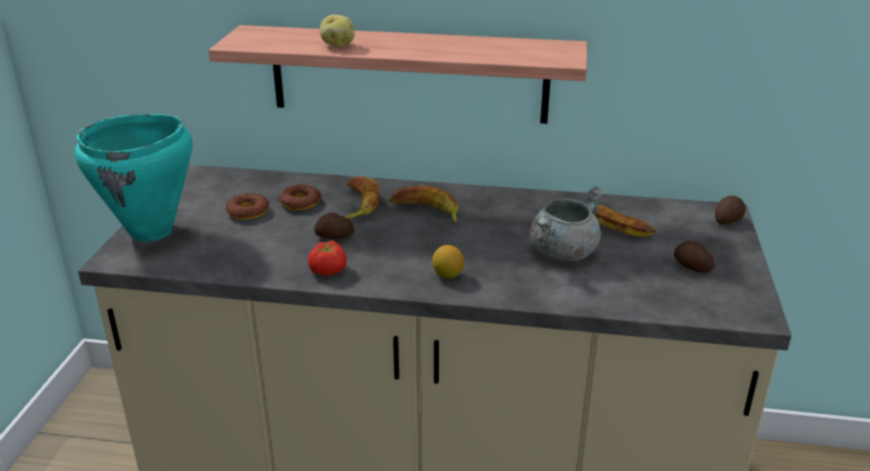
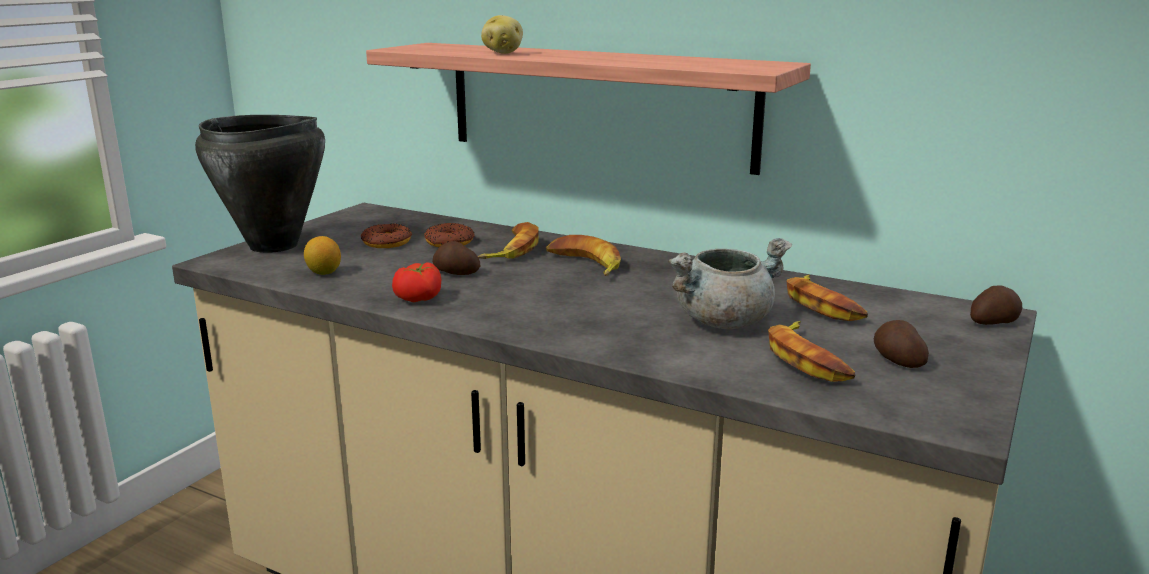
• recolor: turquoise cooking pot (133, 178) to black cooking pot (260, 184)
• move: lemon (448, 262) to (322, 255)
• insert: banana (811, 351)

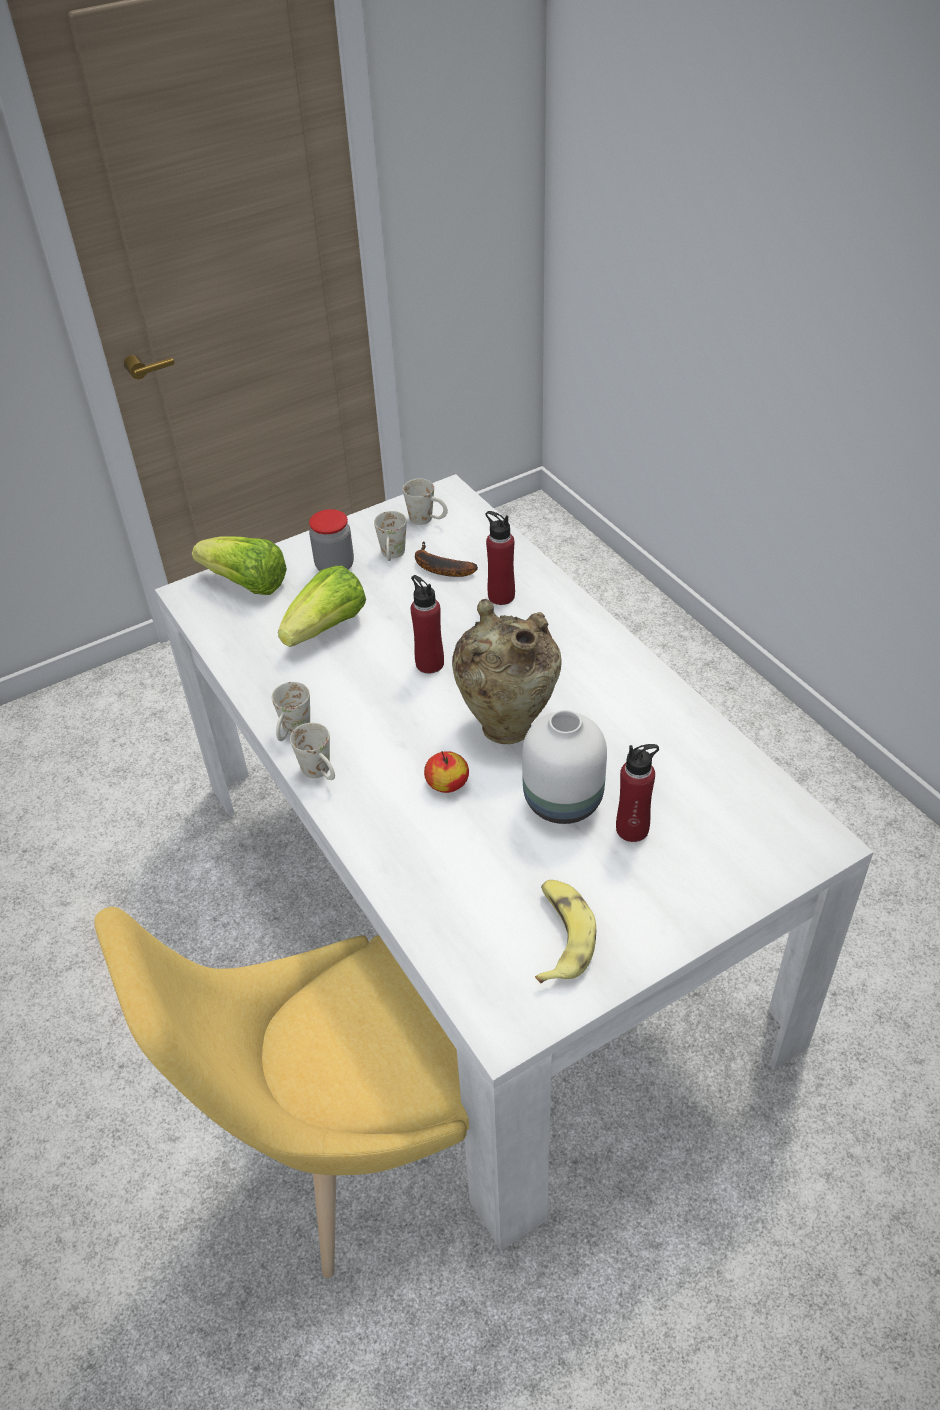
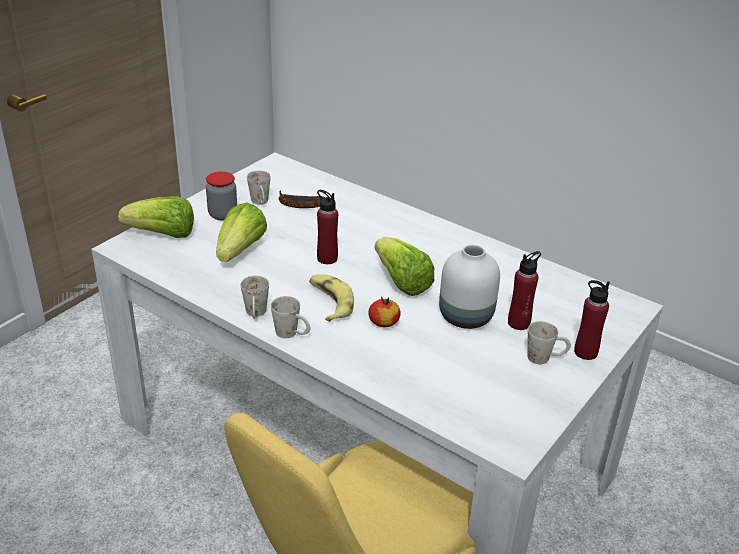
• move: white mug (425, 502) to (549, 342)
• move: red bottle (500, 558) to (592, 320)
• replace: beige vase (507, 671) to lettuce (404, 266)
• move: banana (565, 931) to (331, 298)

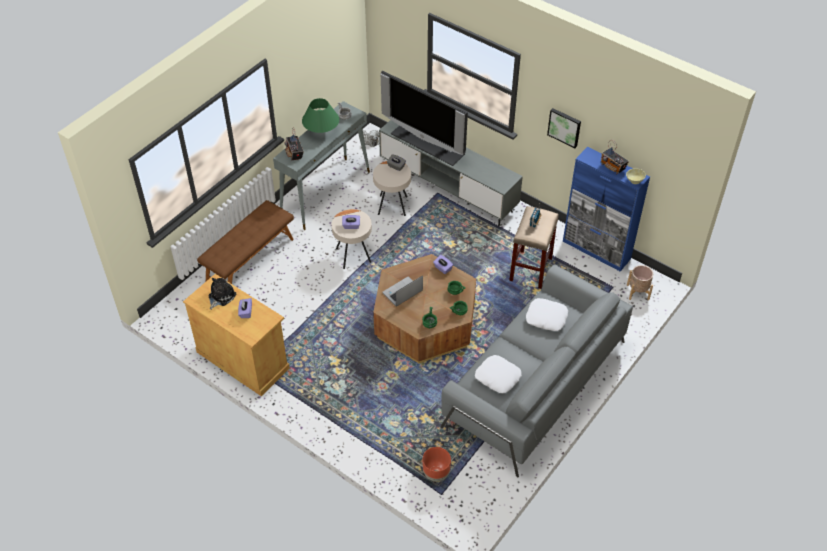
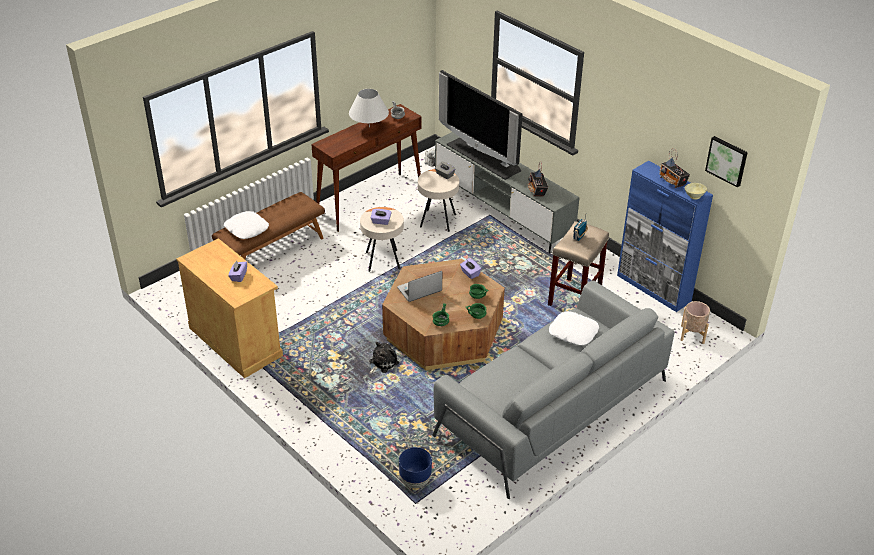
• recolor: green table lamp (320, 115) to white table lamp (369, 108)
• recolor: grey console table (321, 165) to brown console table (366, 168)
• move: picture (564, 128) to (726, 161)
• move: radio (294, 143) to (538, 179)
• move: plush toy (223, 294) to (384, 358)
• move: white pillow (498, 374) to (246, 225)
• recolor: brown planter (437, 464) to blue planter (415, 467)

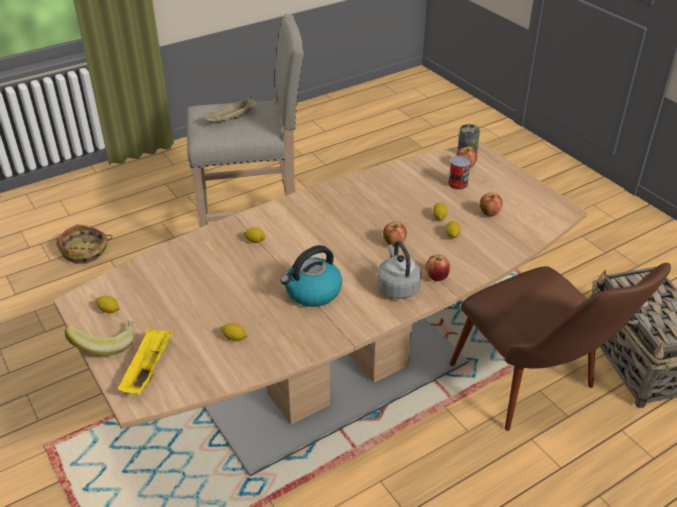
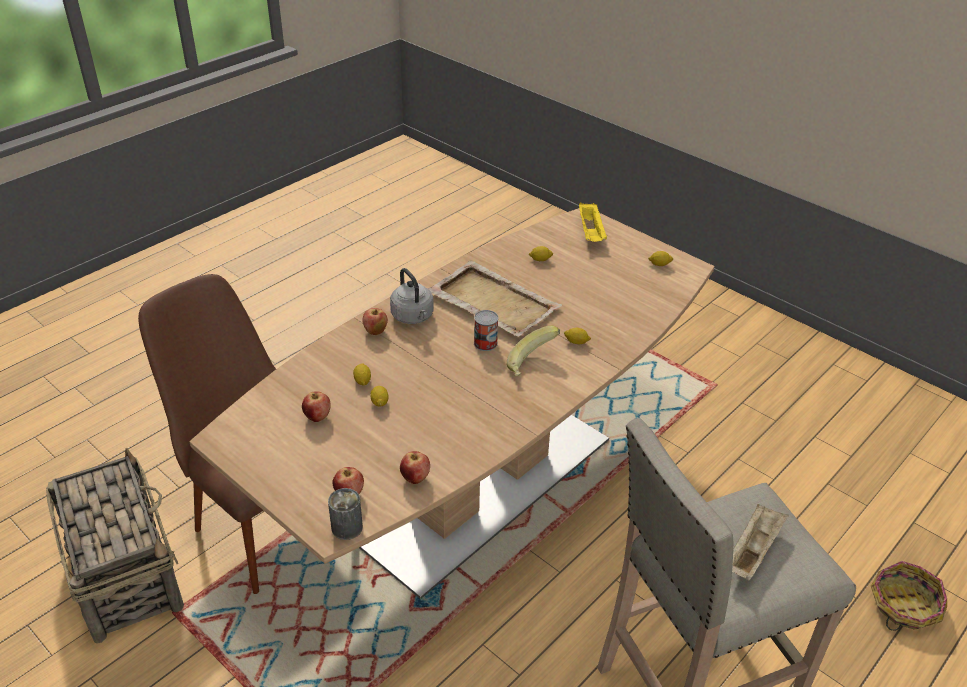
• move: can (459, 173) to (486, 330)
• move: apple (395, 234) to (415, 467)
• replace: kettle (311, 276) to beige tray (495, 298)
• move: banana (100, 337) to (533, 351)

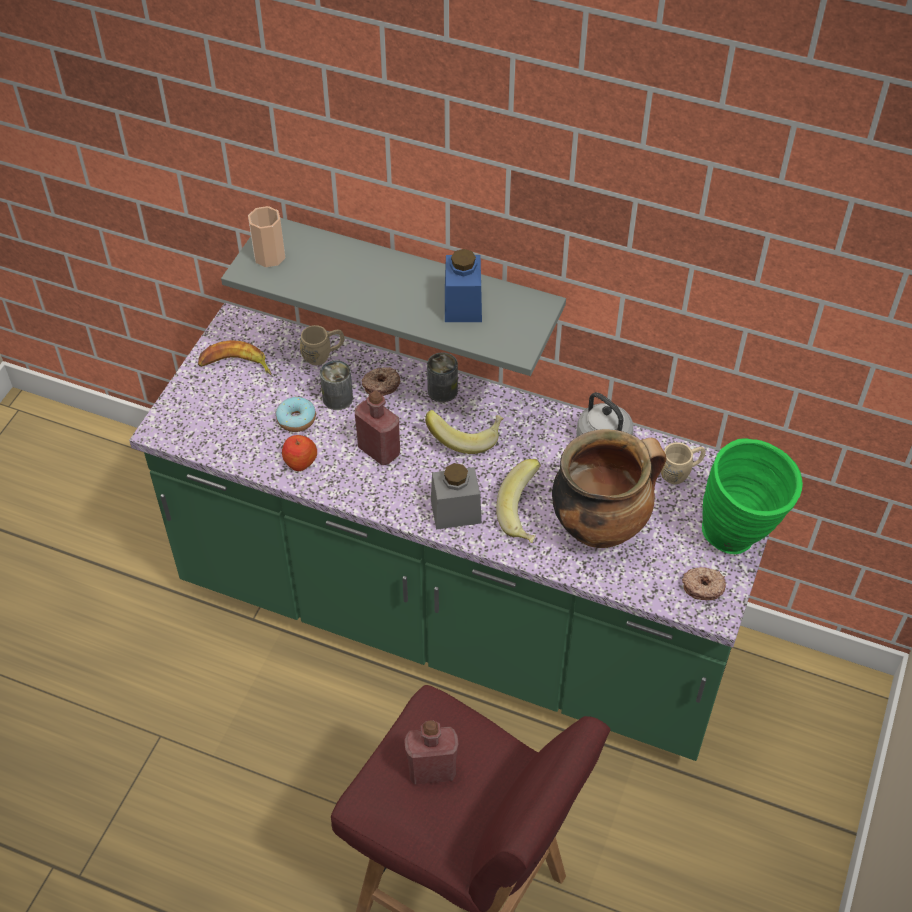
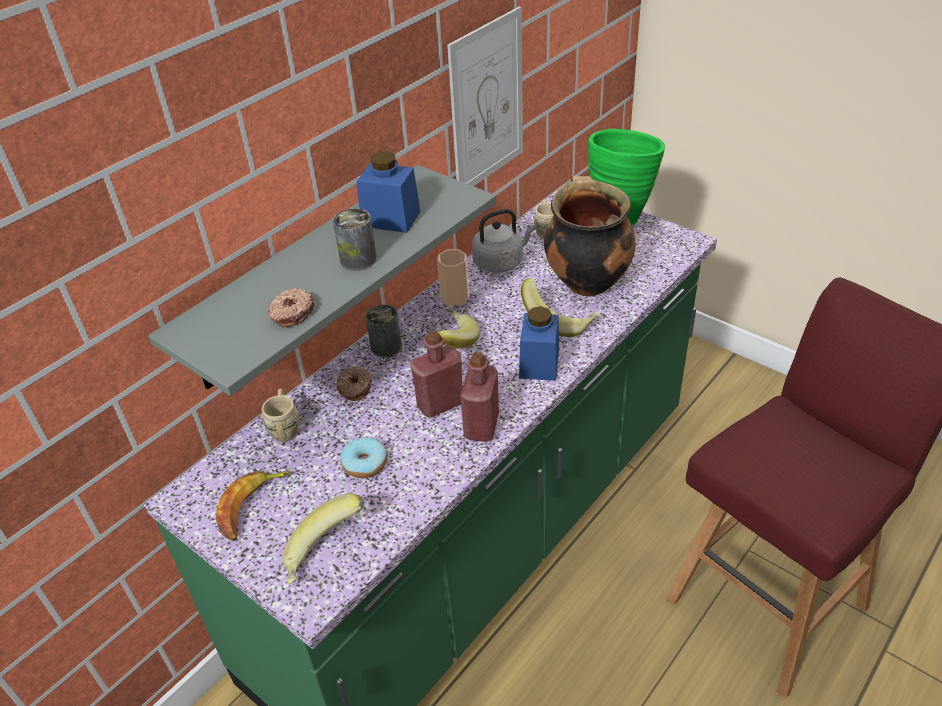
• move: cup (267, 236) to (453, 277)
• move: can (336, 385) to (355, 239)
• delete: apple (299, 453)
• recolor: grey jar (456, 496) to blue jar (539, 343)
• move: donut (704, 583) to (291, 307)
• move: red bottle (431, 752) to (479, 397)
• insert: picture (485, 96)
• insert: banana (323, 538)

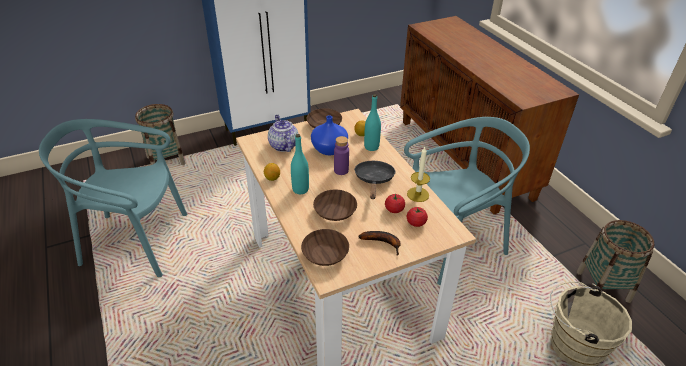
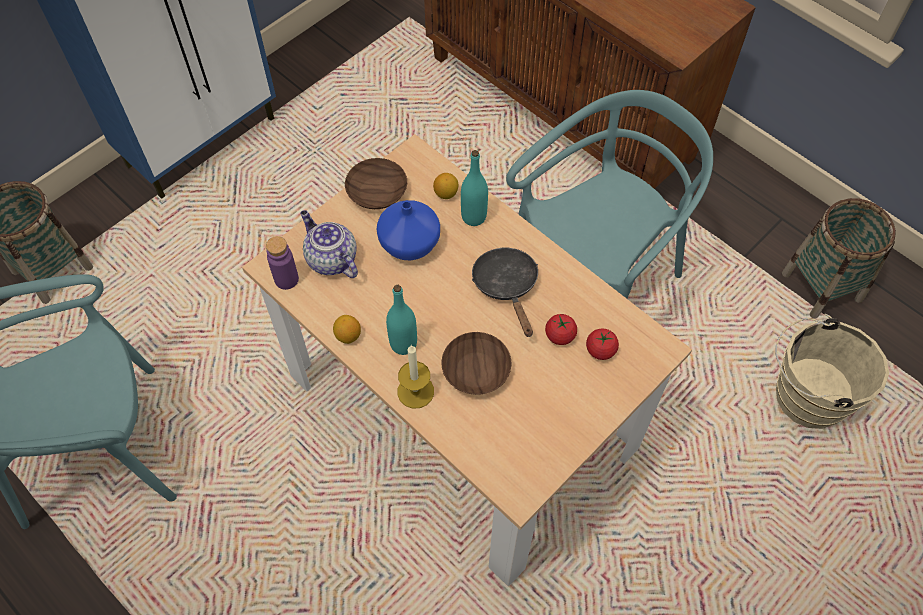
• move: purple bottle (341, 155) to (282, 263)
• move: candle (418, 174) to (416, 377)
• delete: brown bowl (325, 247)
• delete: banana (379, 243)

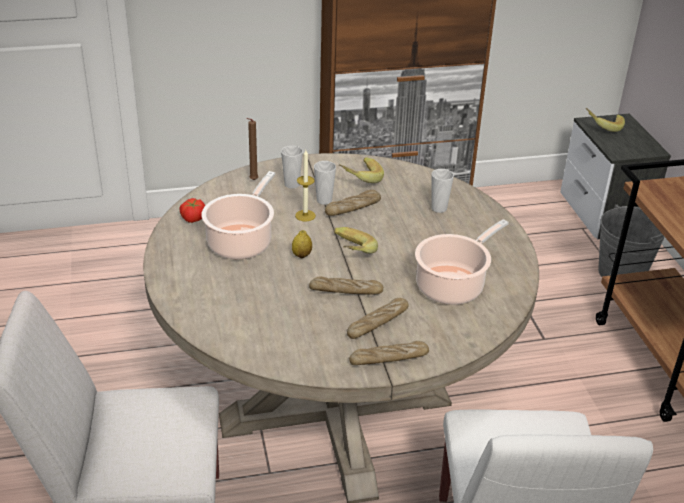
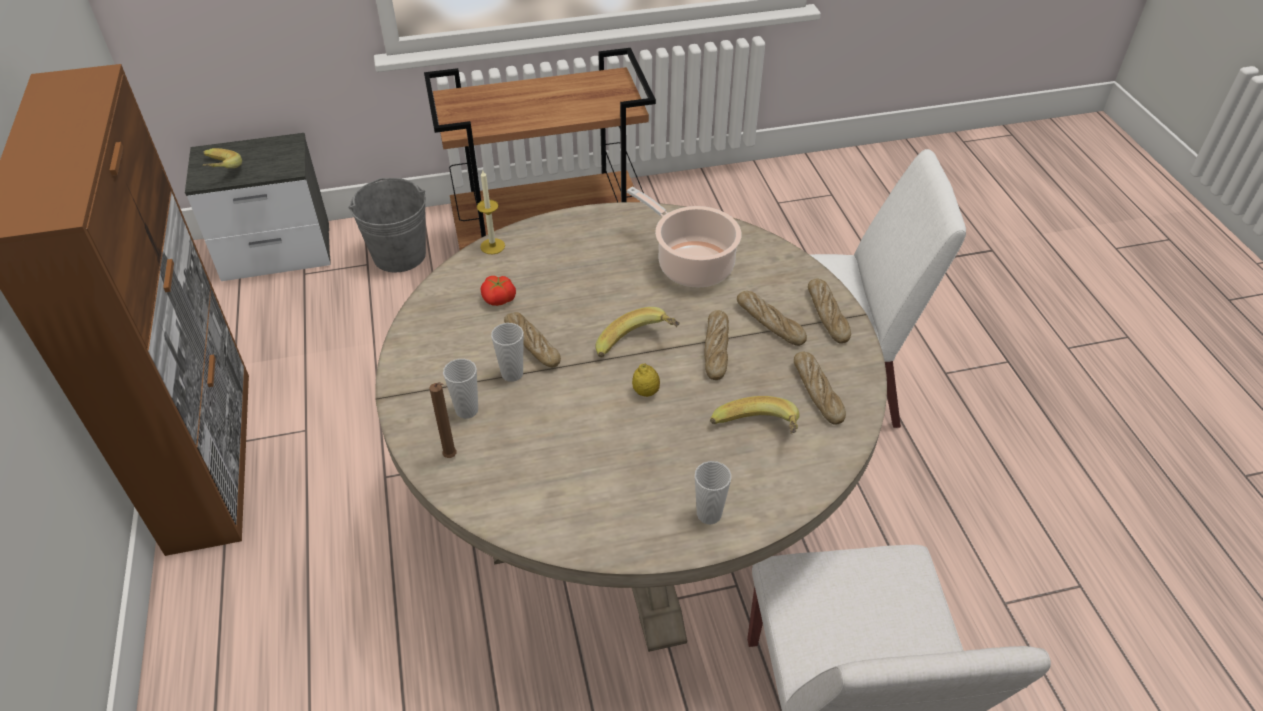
• move: candle (305, 186) to (491, 212)
• move: banana (361, 170) to (755, 415)
• move: cup (442, 191) to (713, 492)
• delete: cooking pot (238, 215)
• move: tomato (192, 210) to (498, 291)
• insert: bread (820, 388)

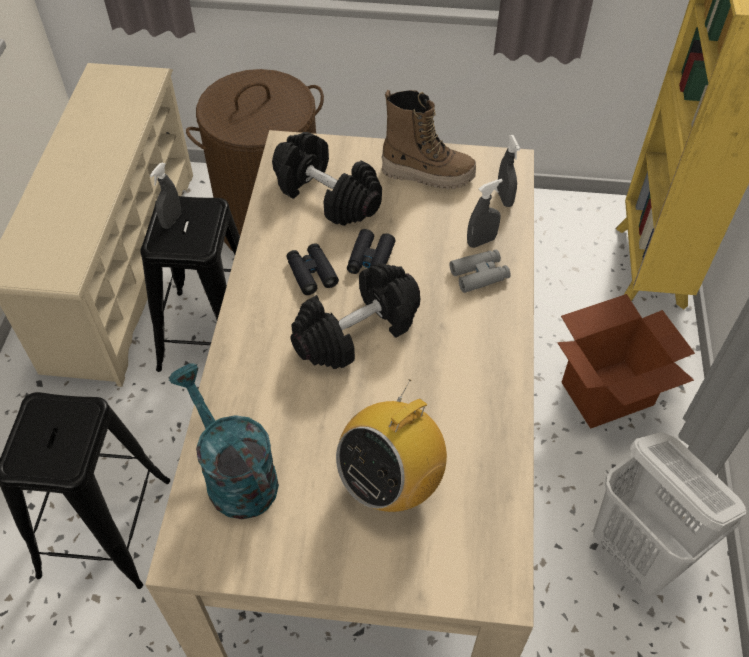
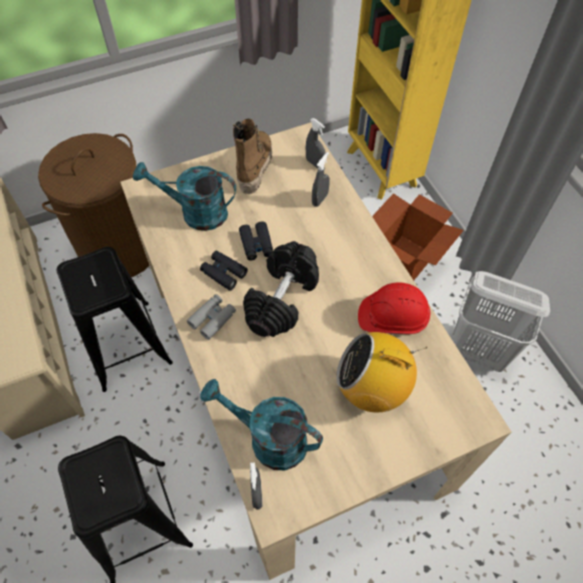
• rotate: boot (429, 139) = (252, 156) 60 degrees counterclockwise
• replace: black dumbbell (327, 179) to turquoise watering can (184, 196)
• move: grey spray bottle (165, 196) to (256, 486)
• move: grey binoculars (480, 271) to (211, 317)
• rotate: radio (391, 445) = (381, 372) 90 degrees clockwise
• insert: red hard hat (394, 308)

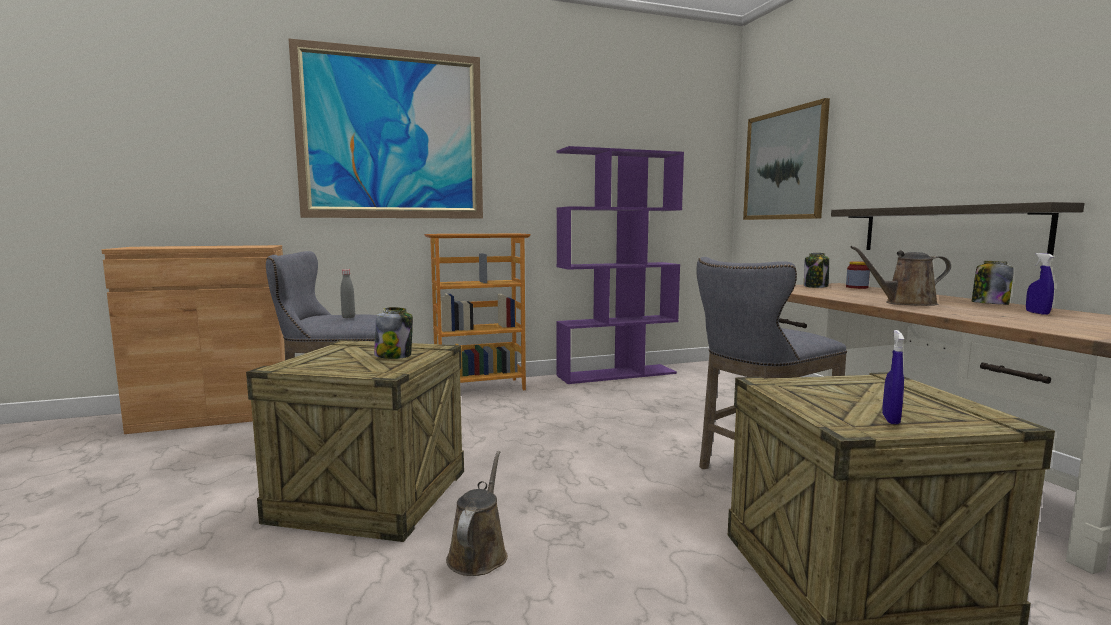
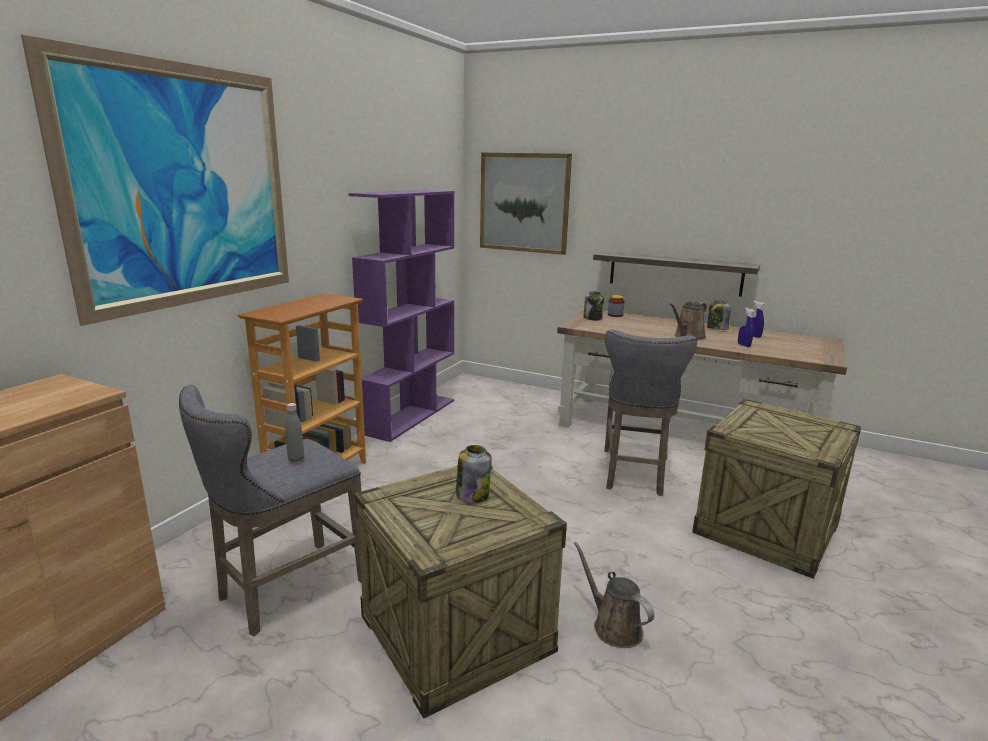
• move: blue spray bottle (893, 377) to (746, 327)

